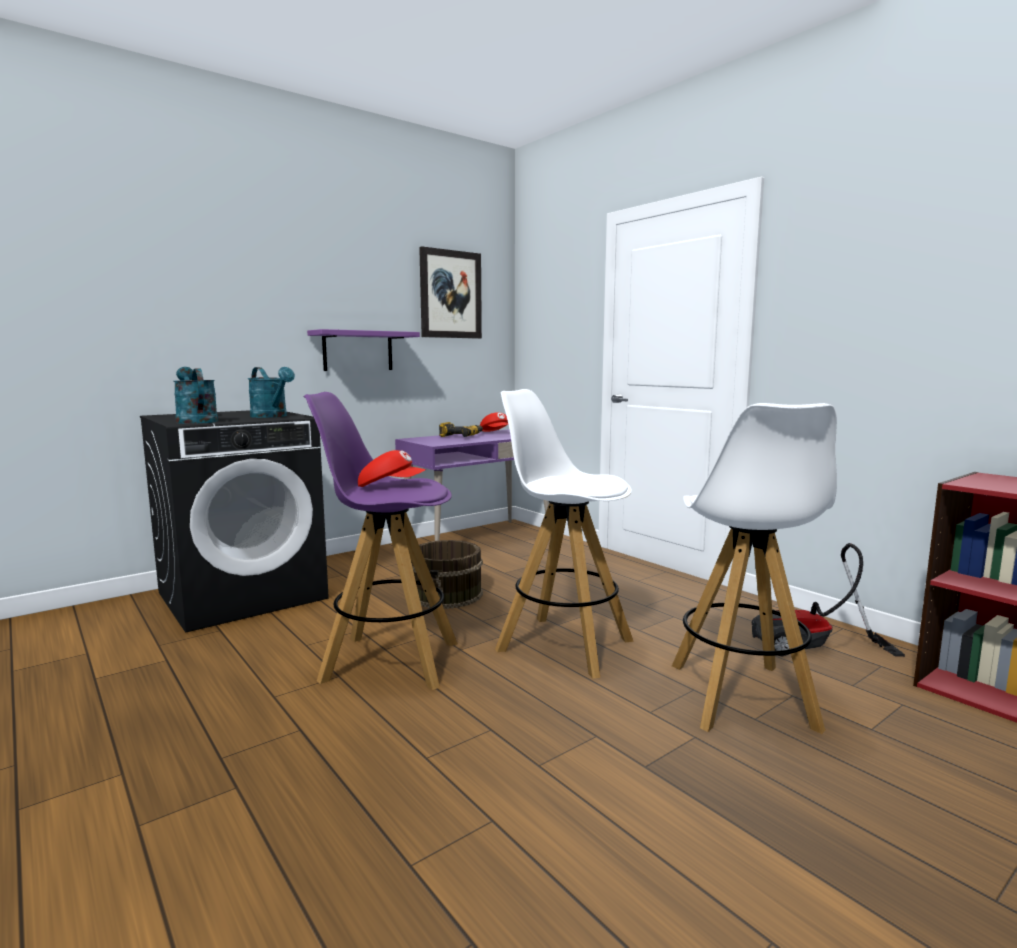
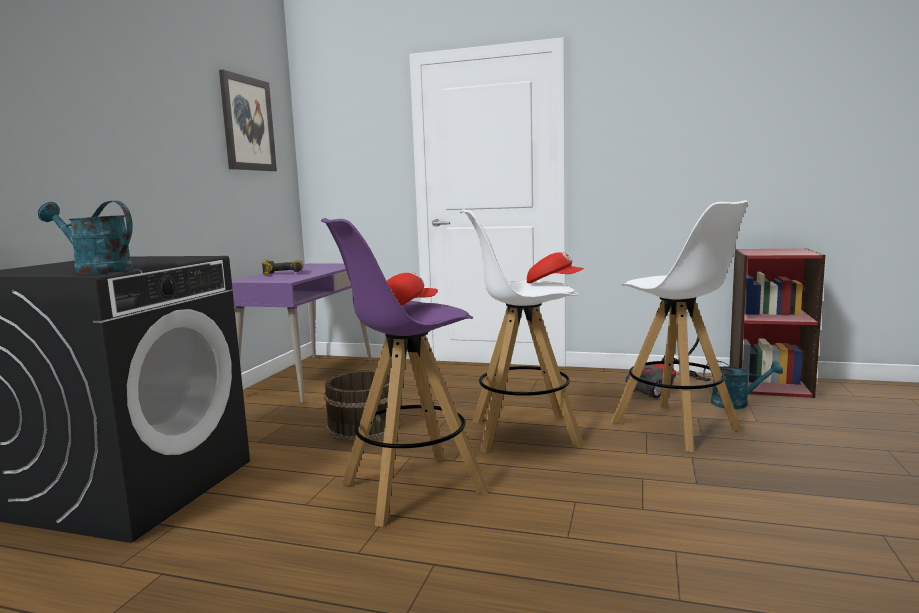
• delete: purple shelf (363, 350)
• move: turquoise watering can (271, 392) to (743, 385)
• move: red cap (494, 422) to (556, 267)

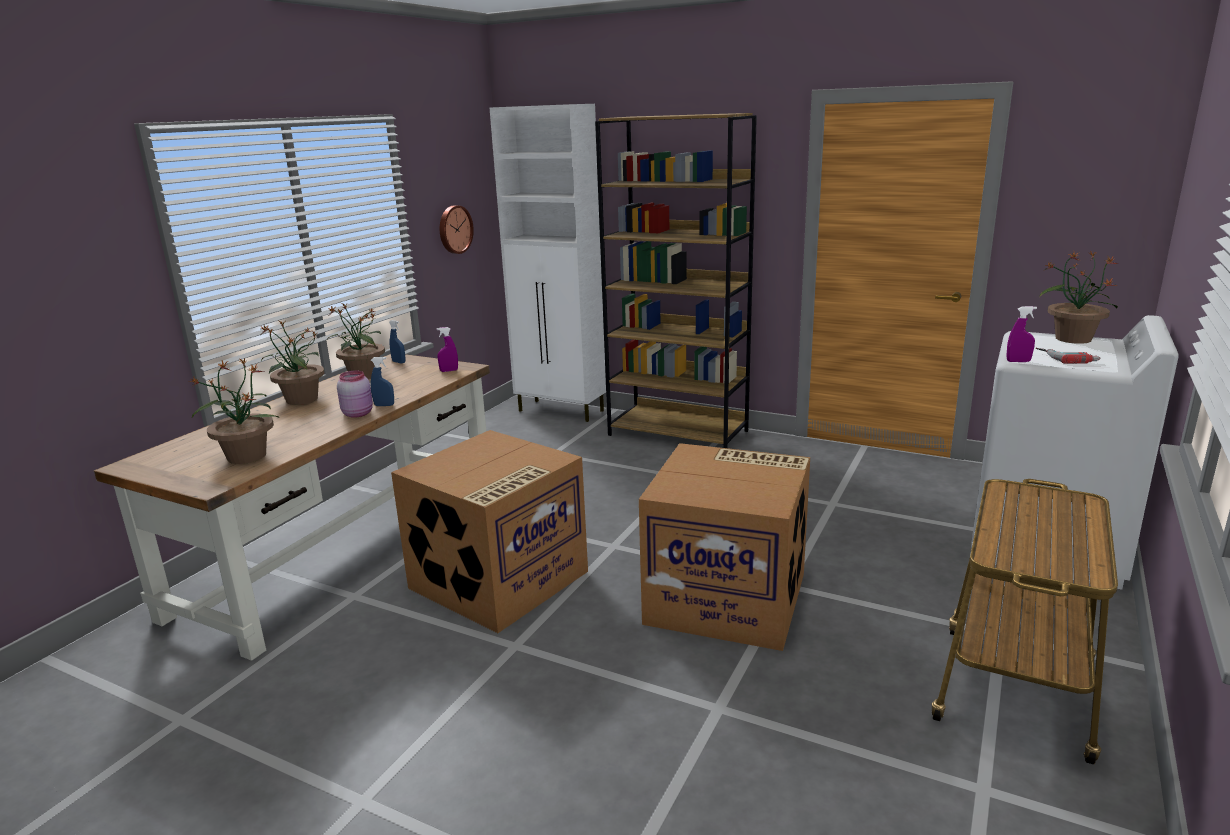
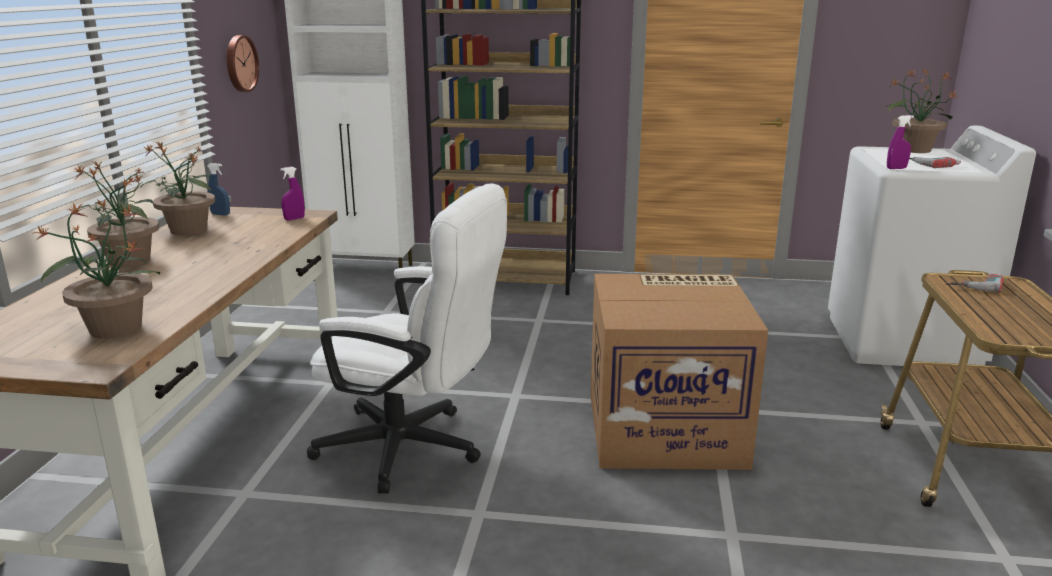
• delete: blue spray bottle (382, 381)
• delete: pink jar (355, 394)
• replace: cardboard box (489, 531) to white office chair (407, 338)
• insert: power drill (975, 283)

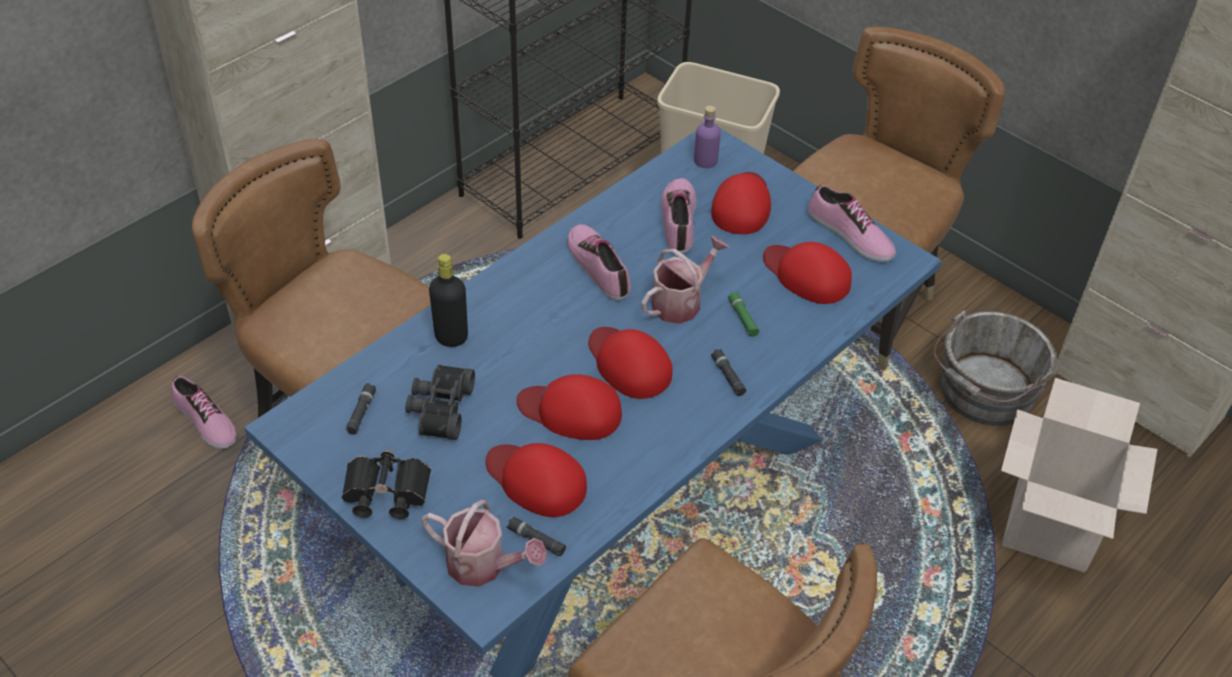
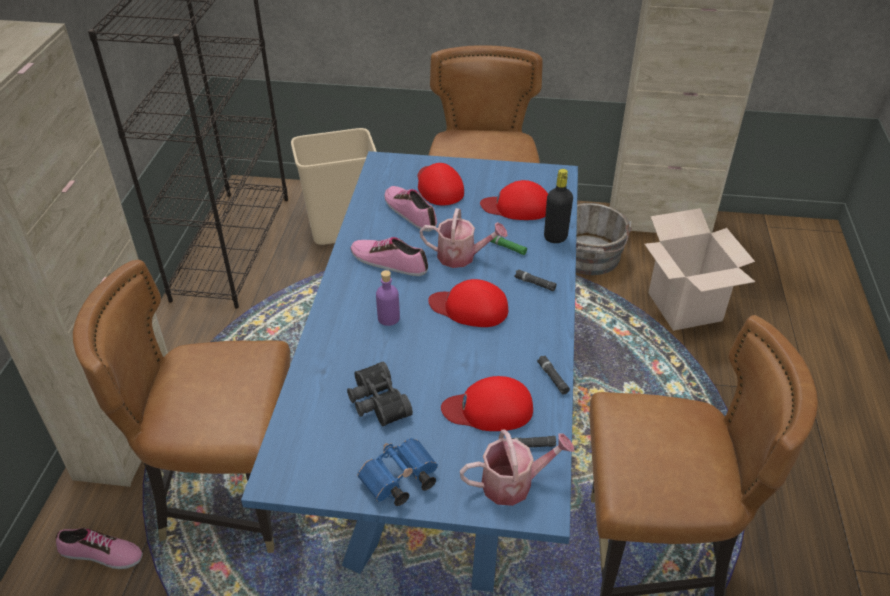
• move: purple bottle (707, 137) to (388, 298)
• delete: shoe (852, 223)
• rotate: watering can (685, 280) = (464, 238) 90 degrees clockwise
• move: black bottle (448, 300) to (558, 206)
• delete: red cap (569, 407)
• move: black flashlight (360, 409) to (553, 375)
• recolor: black binoculars (386, 484) to blue binoculars (397, 472)

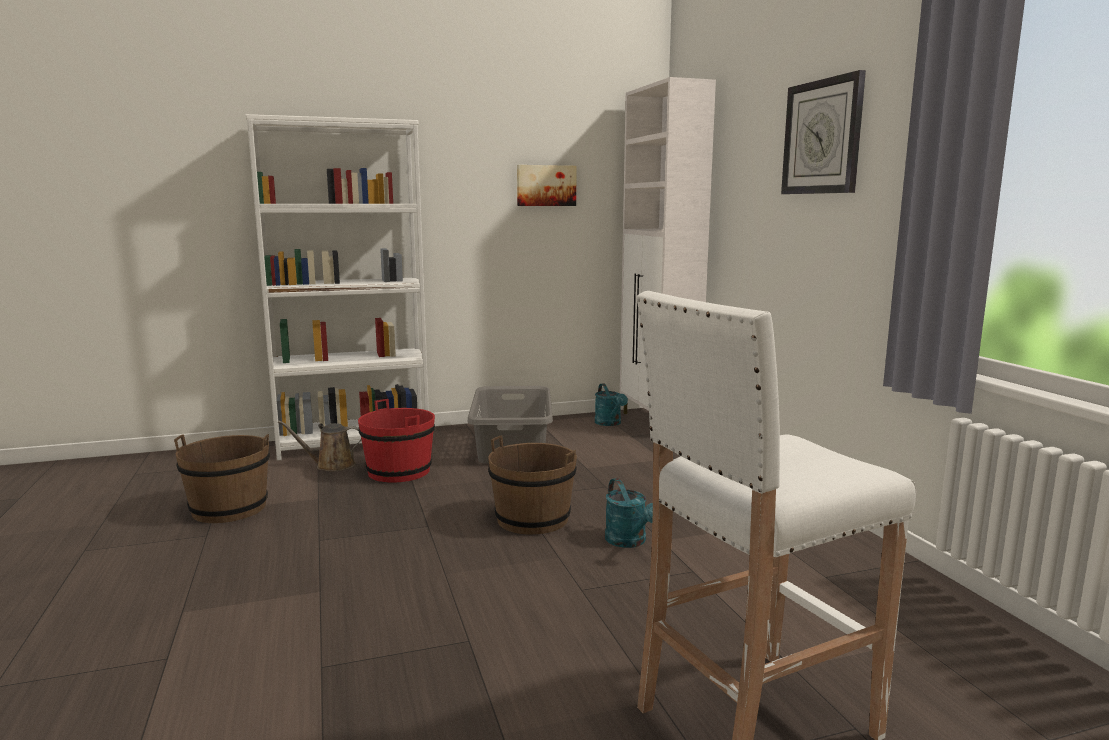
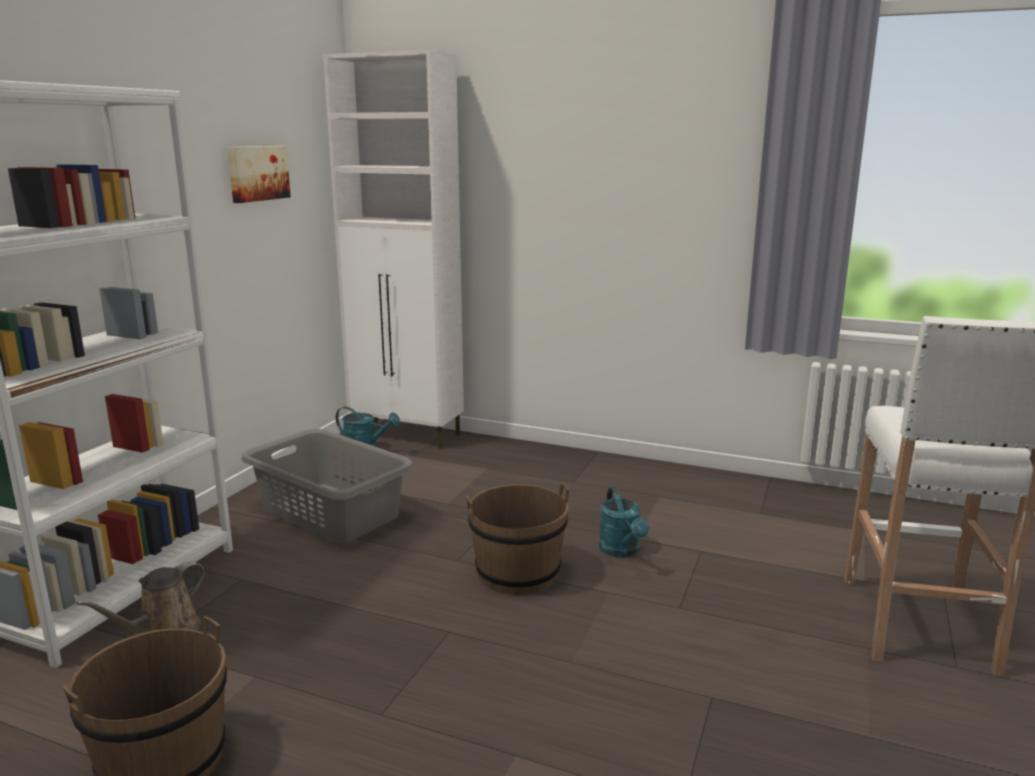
• delete: wall clock (823, 132)
• delete: red bucket (396, 441)
• rotate: turquoise watering can (629, 513) = (624, 522) 60 degrees clockwise

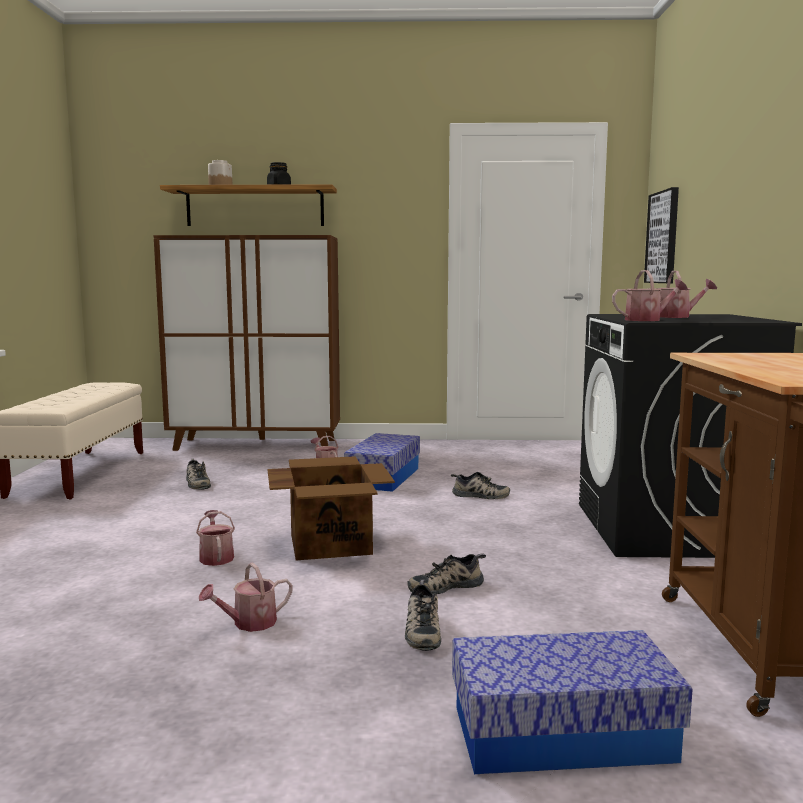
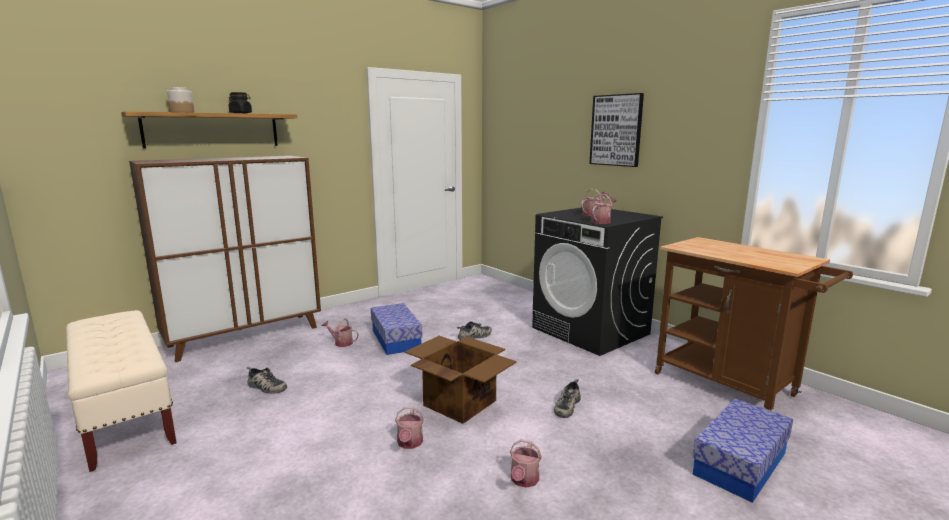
• move: picture (661, 235) to (616, 130)
• rotate: watering can (215, 538) = (409, 428) 120 degrees counterclockwise
• delete: shoe (423, 615)

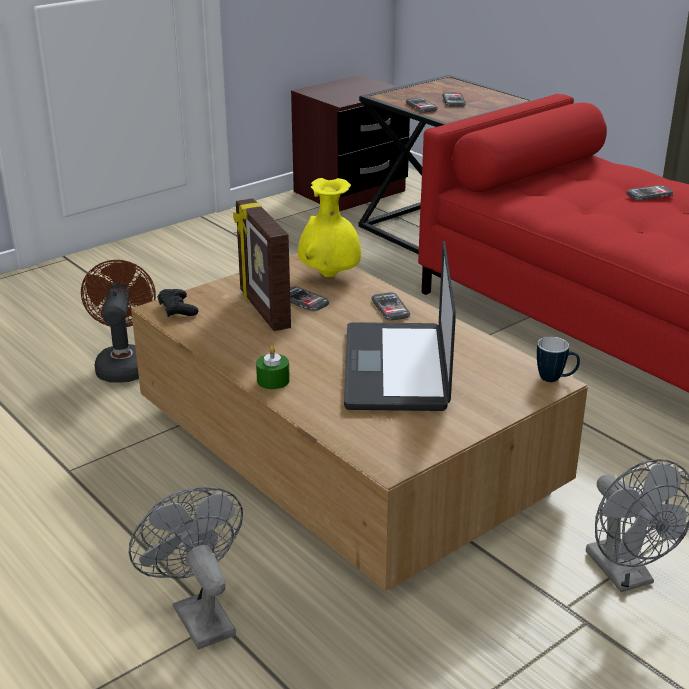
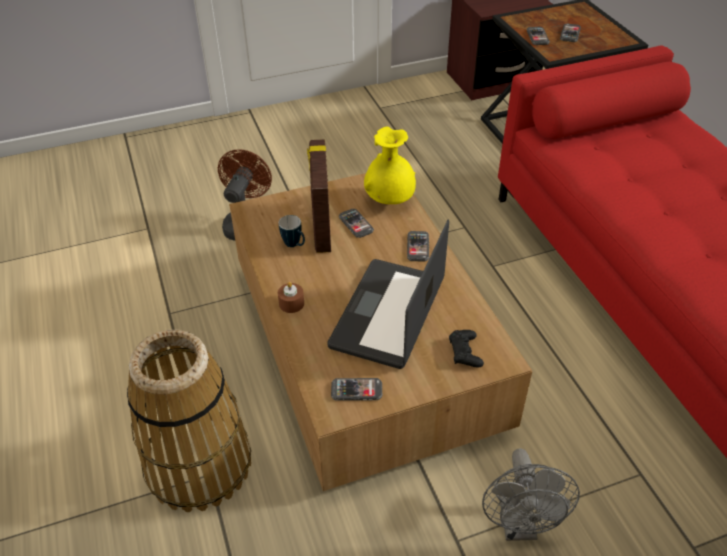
• move: phone (649, 193) to (356, 389)
• move: black game controller (177, 303) to (466, 349)
• move: mug (558, 359) to (292, 231)
• recolor: green candle (273, 367) to brown candle (291, 297)
• replace: grey fan (186, 568) to basket (189, 421)

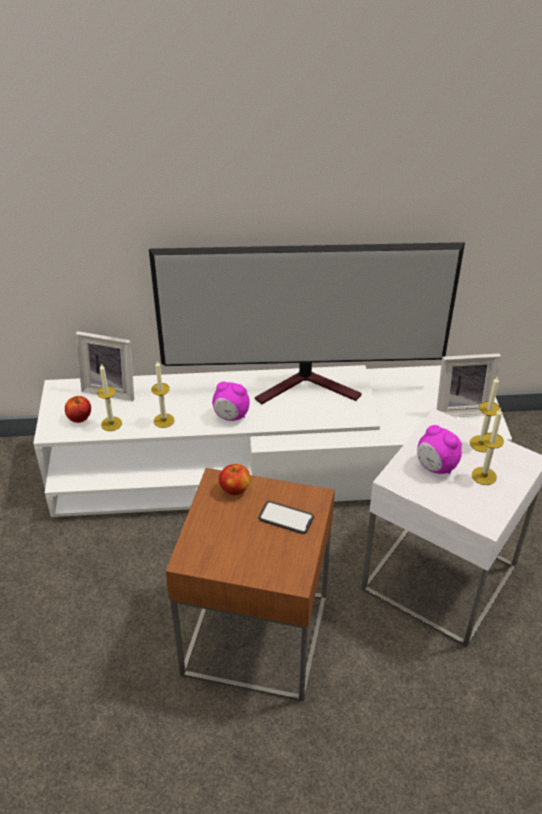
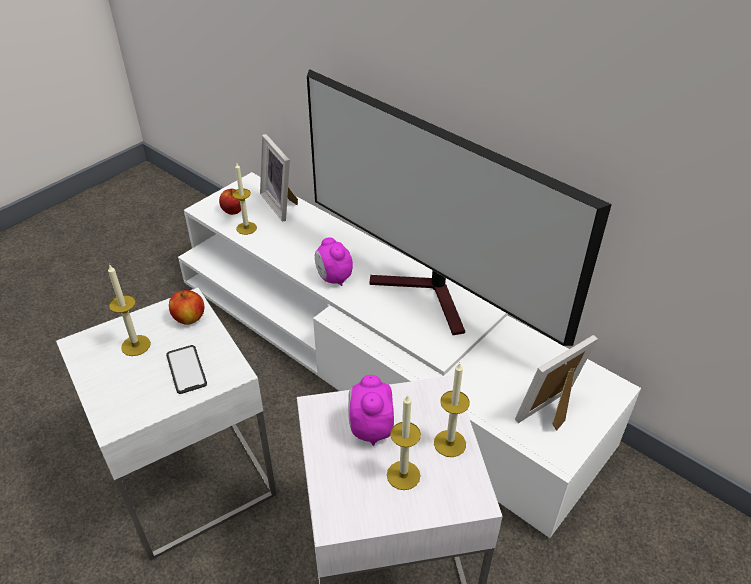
• rotate: picture frame (468, 385) = (556, 383) 105 degrees clockwise
• move: candle (162, 394) to (129, 310)
• recolor: brown side table (250, 585) to white side table (166, 424)

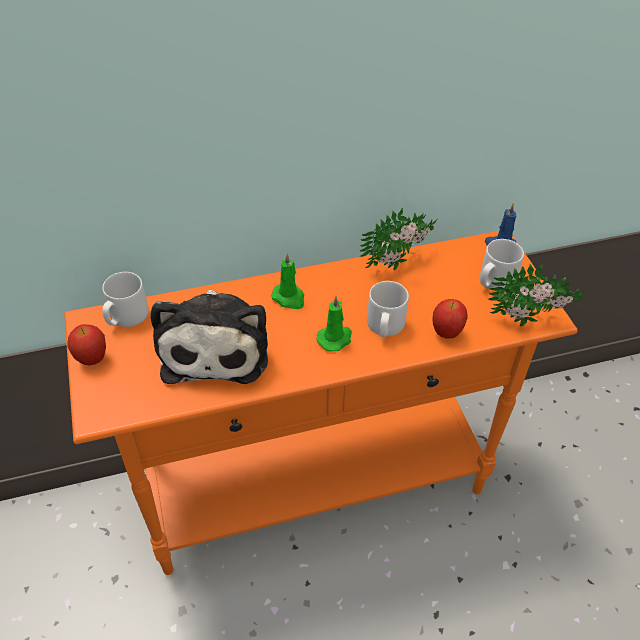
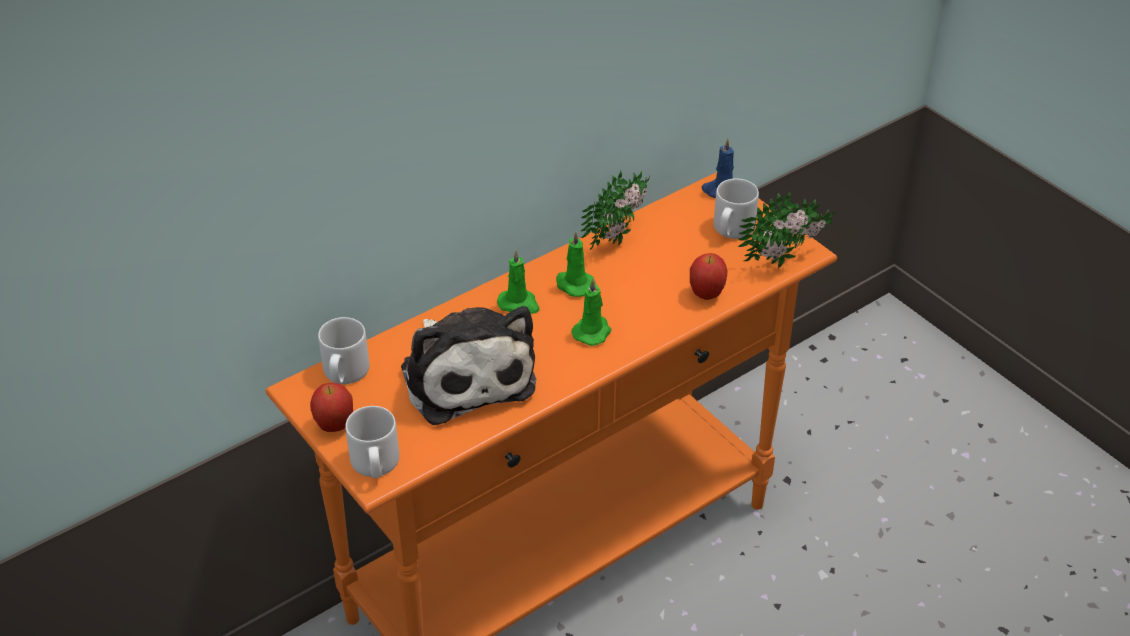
• move: grey mug (388, 309) to (372, 442)
• insert: green candle (575, 264)

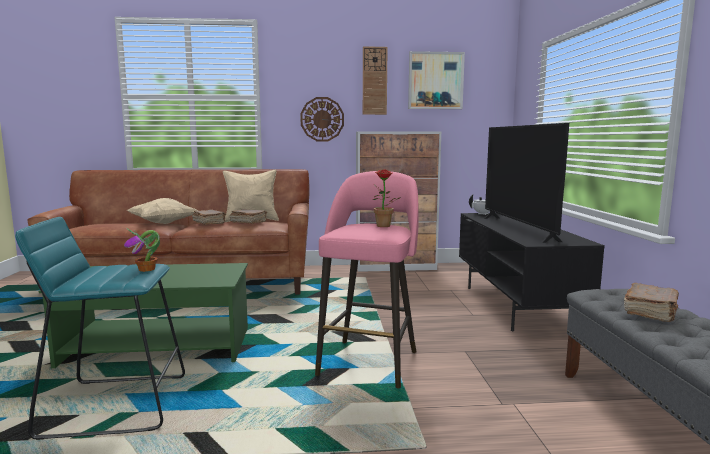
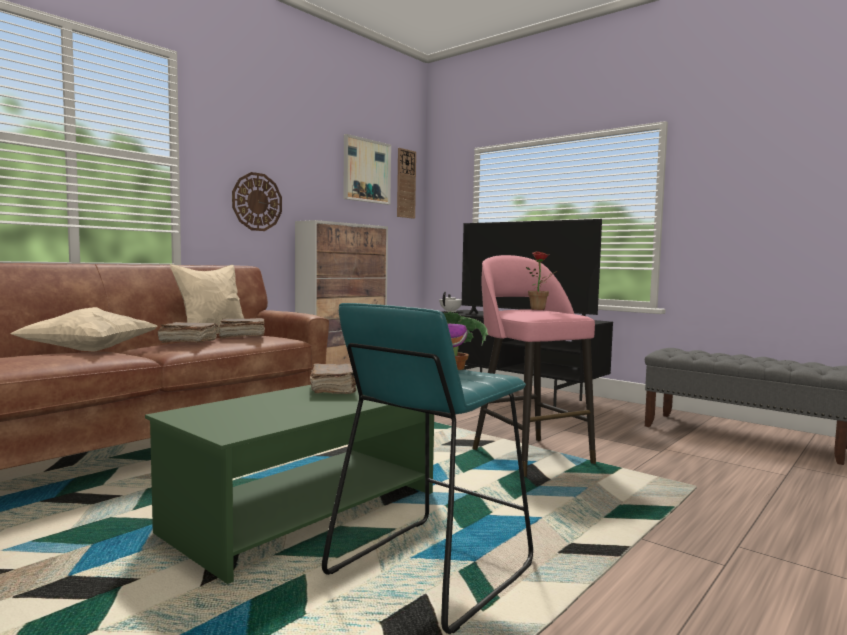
• move: wall clock (375, 80) to (406, 183)
• move: brown book (651, 302) to (333, 378)

